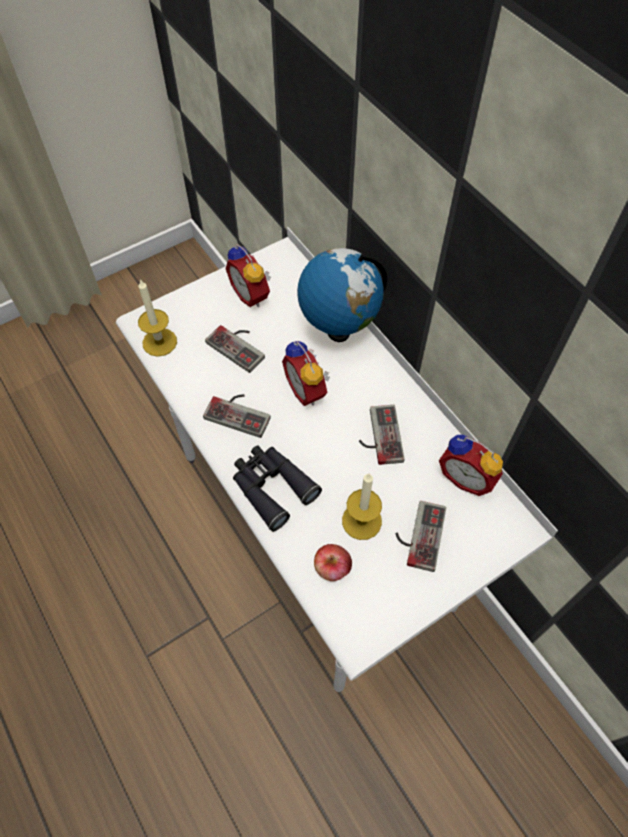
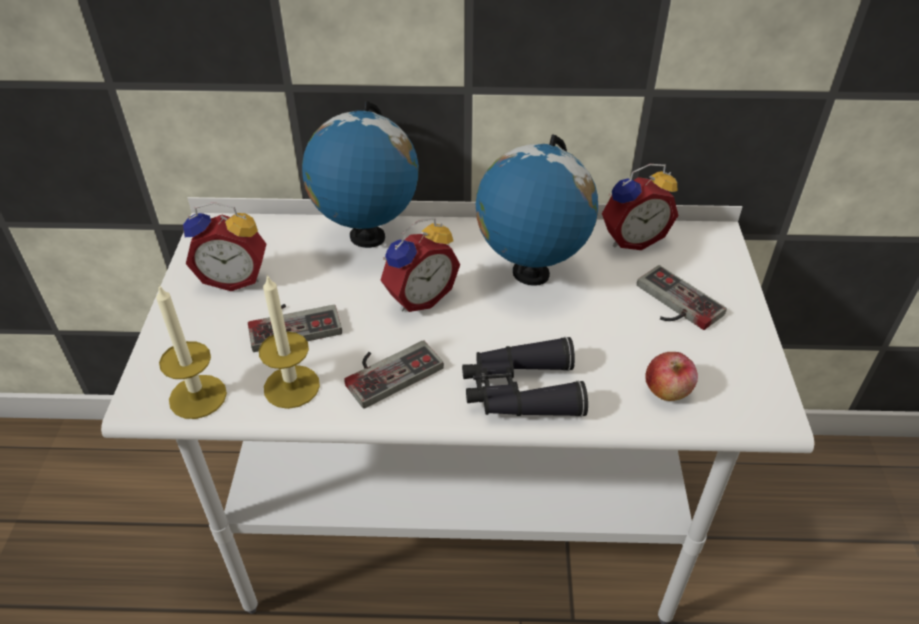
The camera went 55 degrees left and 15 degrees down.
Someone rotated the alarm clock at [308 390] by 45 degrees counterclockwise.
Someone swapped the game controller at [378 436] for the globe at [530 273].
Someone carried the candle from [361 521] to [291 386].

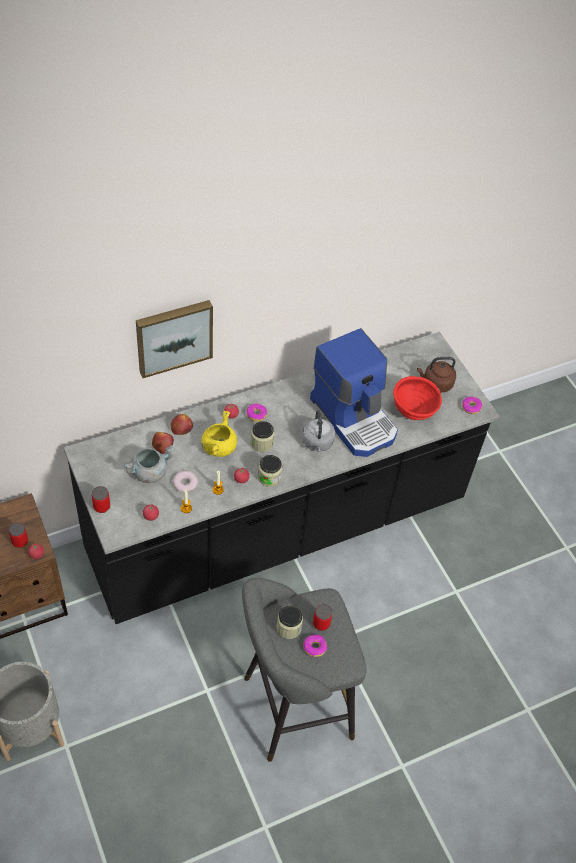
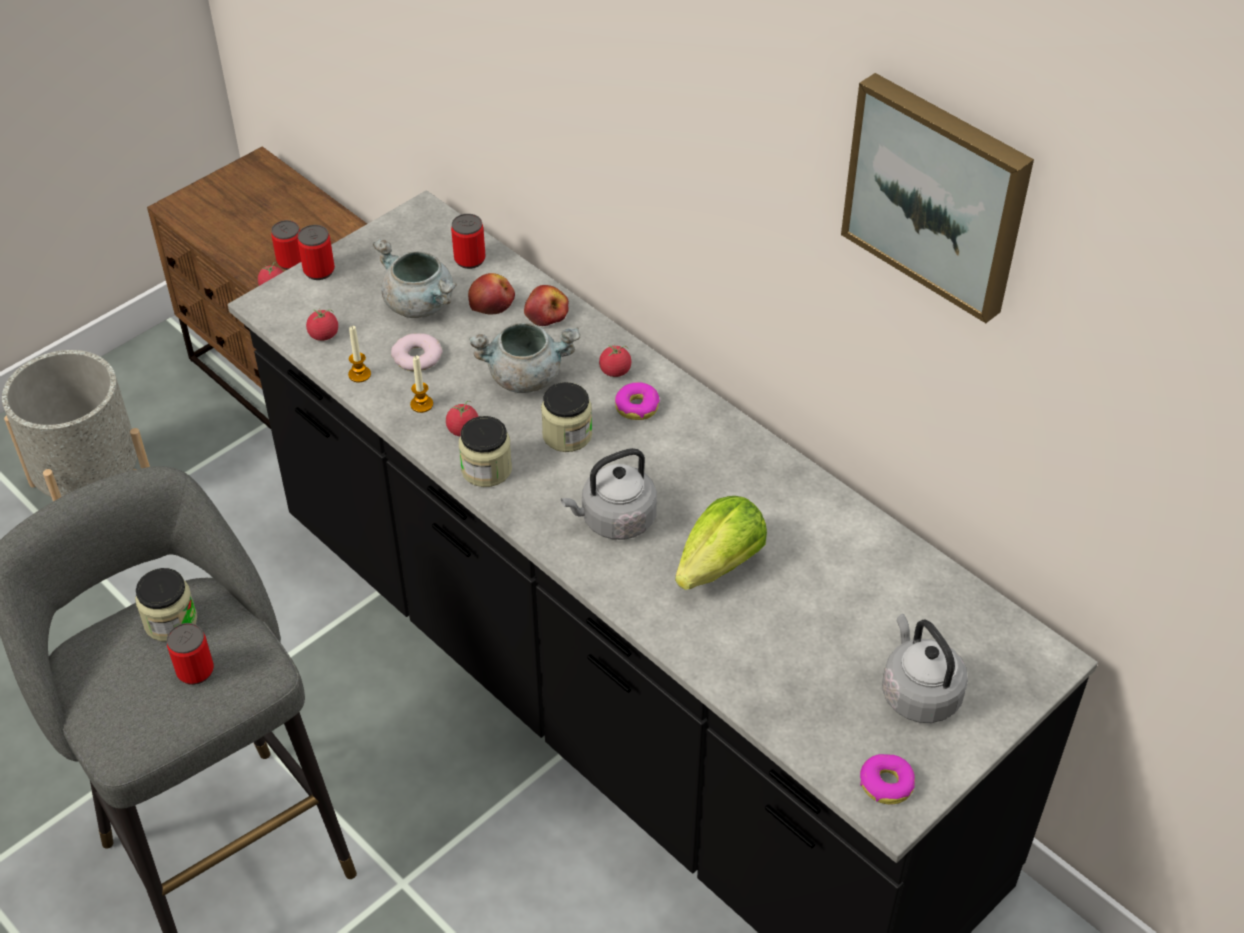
The camera went 75 degrees right and 5 degrees down.
Someone carried the picture from [173 336] to [938 194].
Someone swapped the coffee machine at [354 417] for the lettuce at [720 564].
Someone repainted the kettle (brown) at [436 383], which became the kettle (grey) at [918 692].
Someone took away the bowl (red) at [413 412].
Someone repainted the cooking pot (yellow) at [218 447], which became the cooking pot (grey) at [526 376].
Someone took away the donut at [314 647].
Someone put down the can at [470 259].

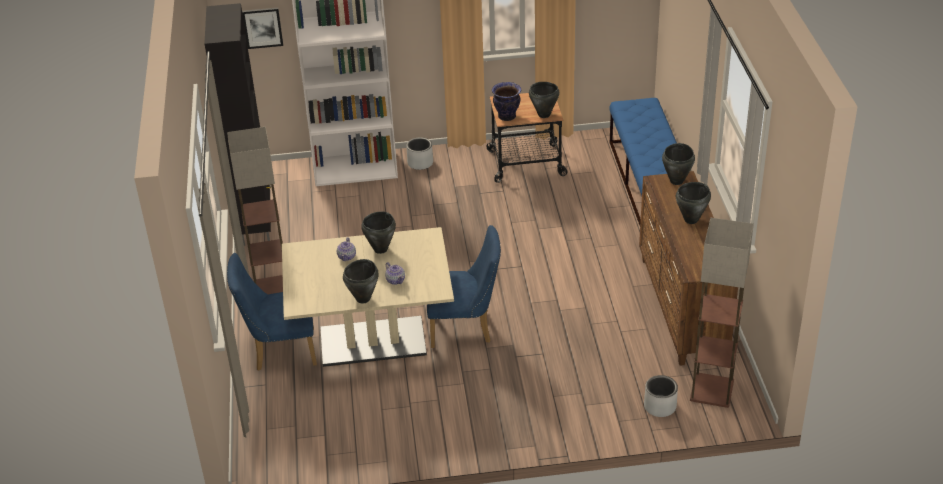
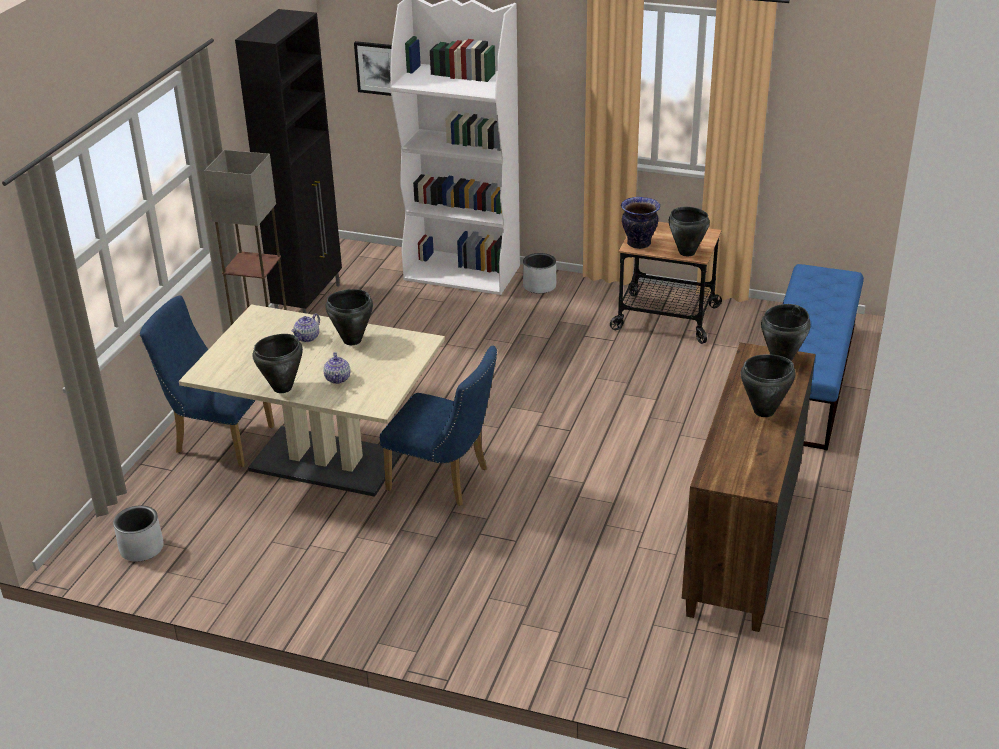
The camera went 25 degrees right and 5 degrees down.
Someone took away the floor lamp at [712 391].
Someone carried the planter (grey) from [659 406] to [141 548].

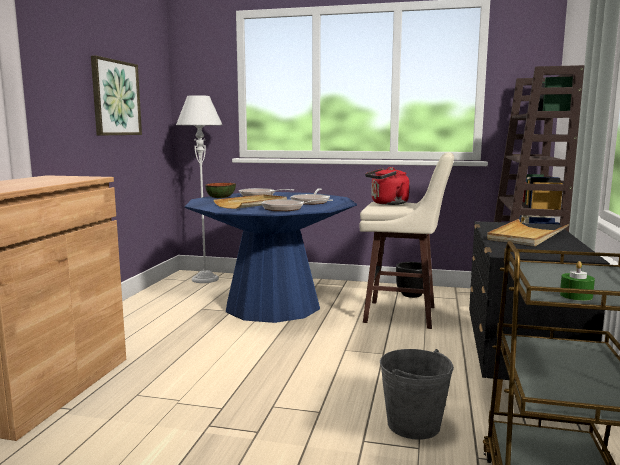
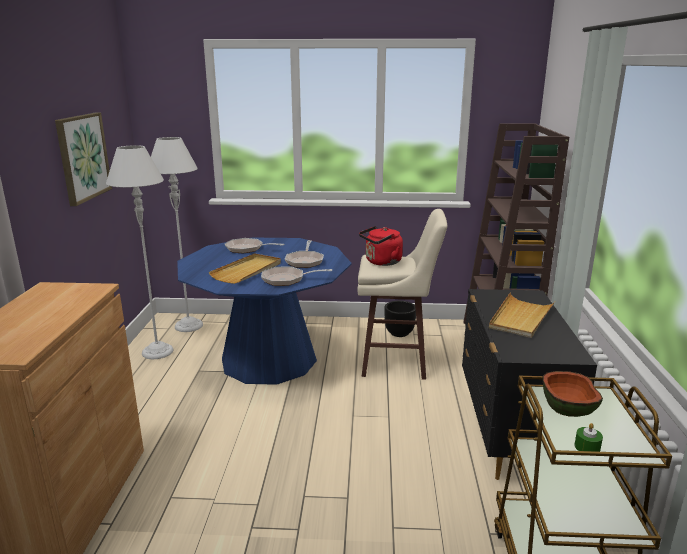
The camera went 10 degrees left and 10 degrees up.
Someone carried the bowl from [221 198] to [568 409].
Someone took away the bucket (grey) at [413 425].
Someone put down the floor lamp (grey) at [157 351].

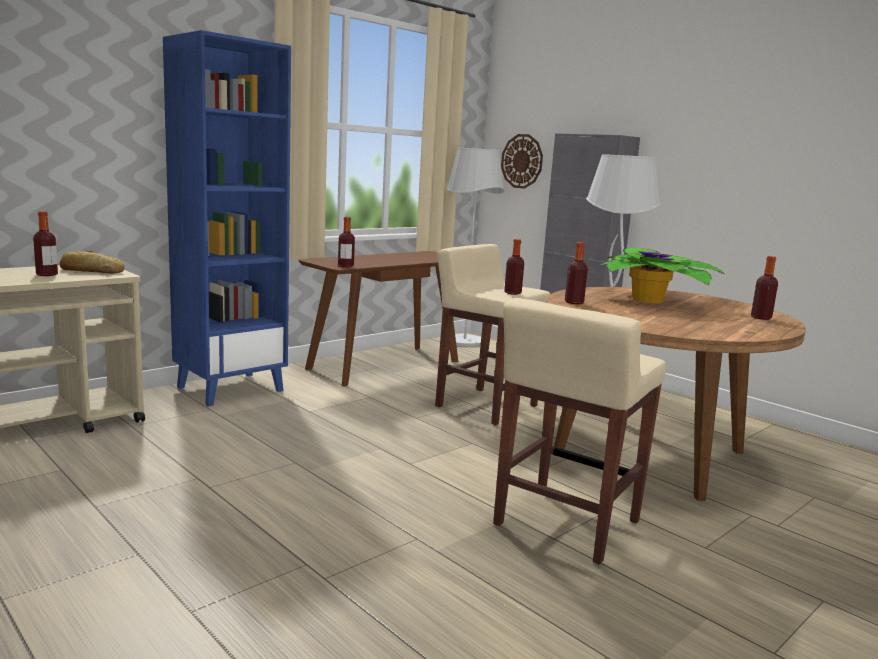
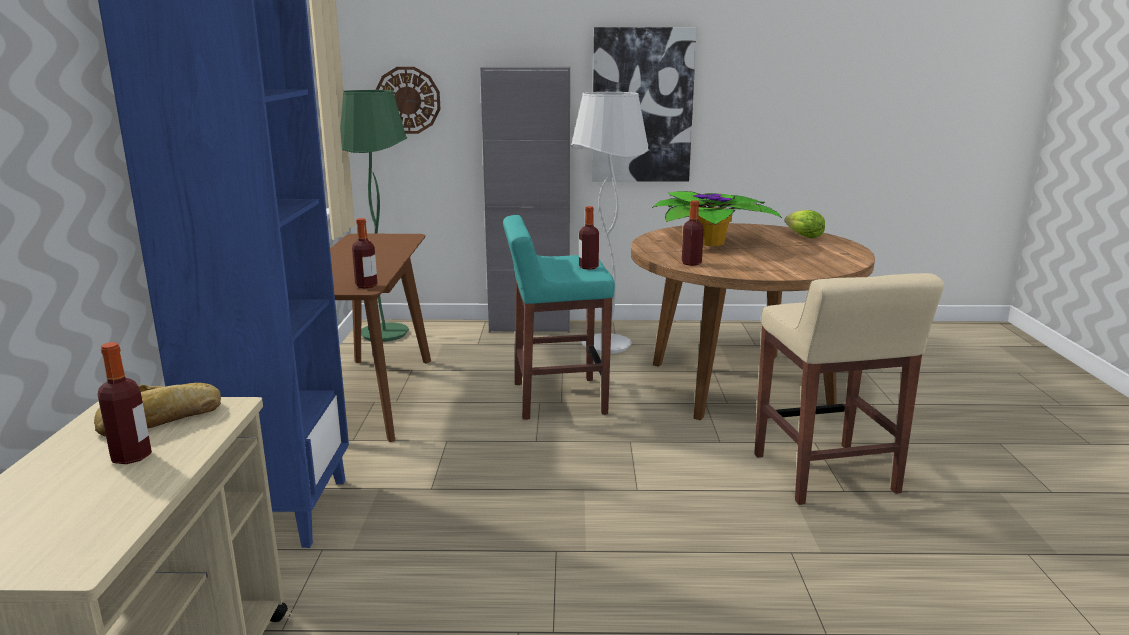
The camera went 45 degrees left and 5 degrees up.
Someone repainted the floor lamp (white) at [465 342], which became the floor lamp (green) at [384 334].
Someone repainted the stool (beige) at [485 406], which became the stool (turquoise) at [557 398].
Someone swapped the bottle at [761 318] for the lettuce at [804 236].
Someone put up the picture at [642 106].

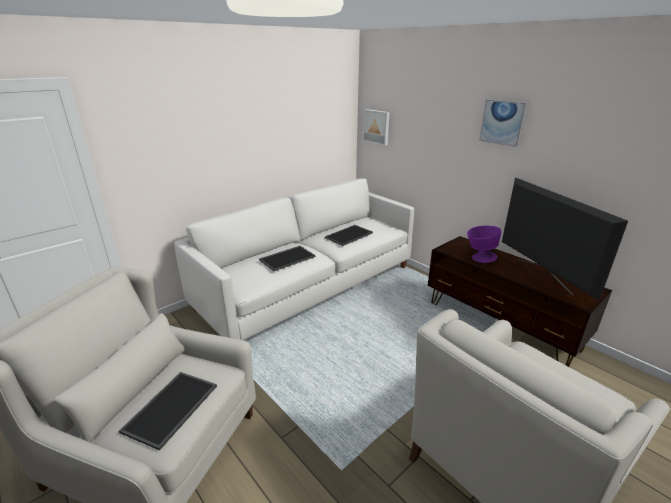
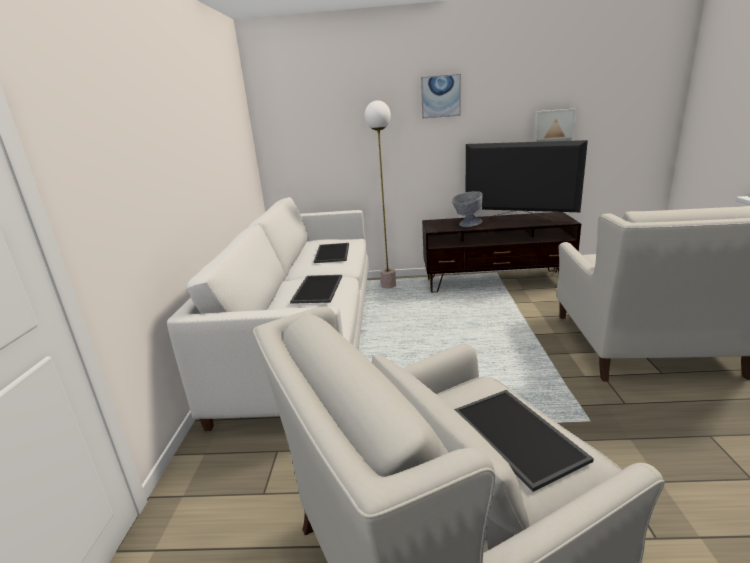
The camera went 45 degrees left and 5 degrees down.
Someone carried the picture from [376 126] to [553 129].
Someone repainted the bowl (purple) at [479 258], which became the bowl (grey) at [466 225].
Someone put down the floor lamp at [388 285].

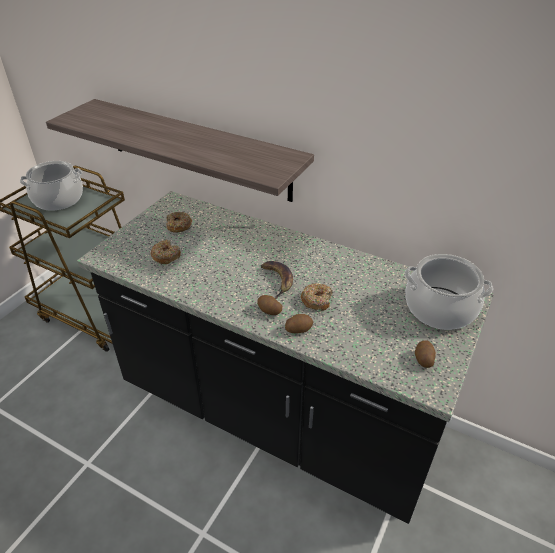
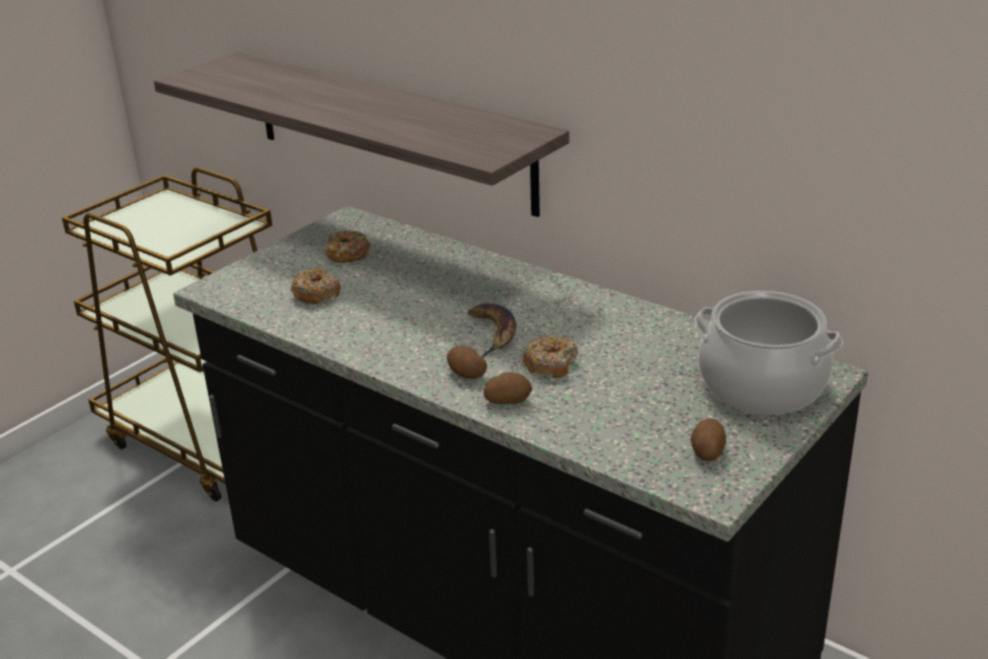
The camera went 10 degrees right and 10 degrees down.
Someone took away the cooking pot at [58 199].

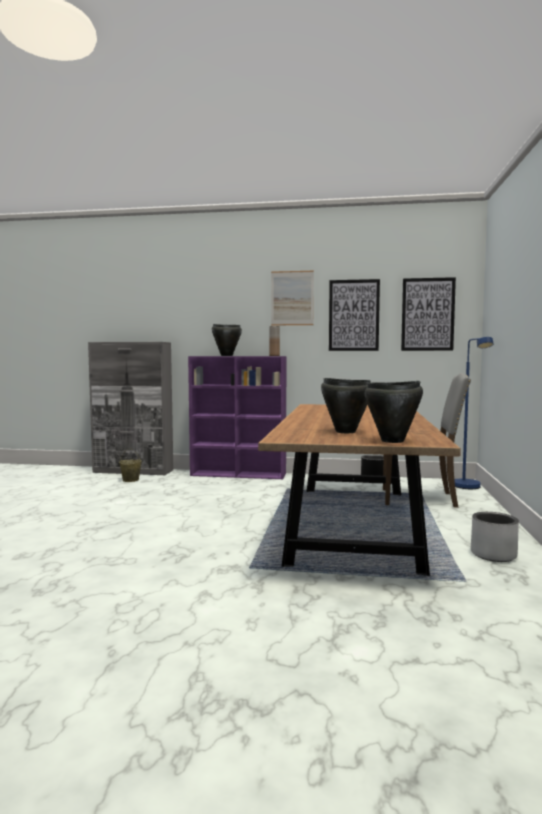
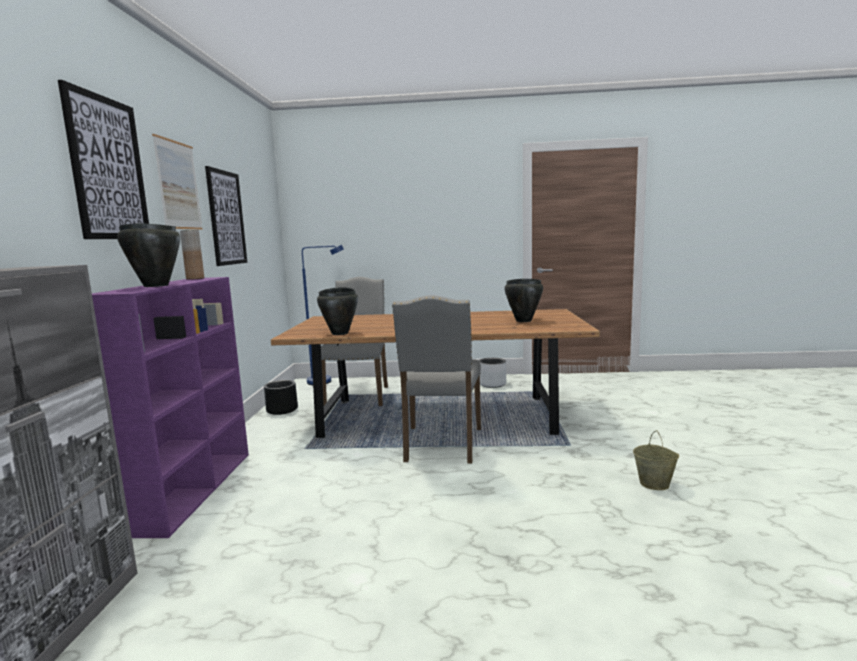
The camera went 95 degrees left and 5 degrees up.
Someone carried the picture from [427 314] to [108 169].
Someone carried the cooking pot (black) from [393 441] to [340 333].
Someone carried the bucket (beige) from [130 480] to [655 484].
Someone put down the chair (grey) at [441 445].

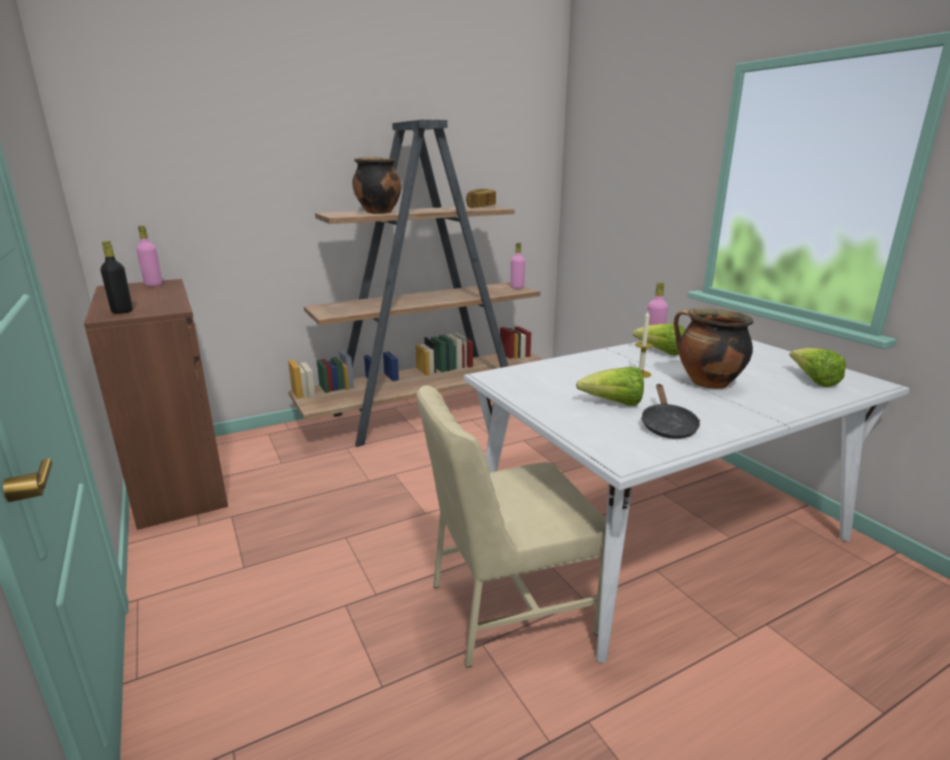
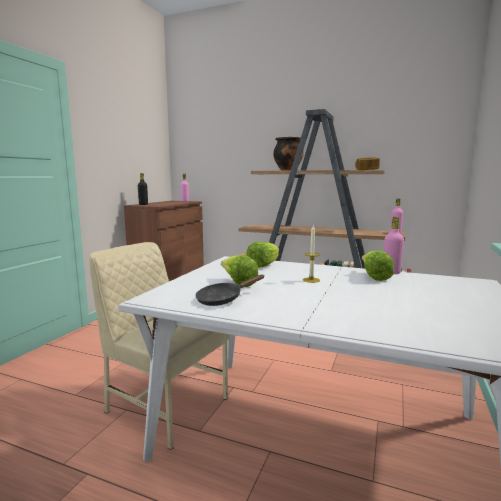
The camera went 50 degrees right and 10 degrees down.
Someone took away the cooking pot at [706 383].
Someone carried the lettuce from [813 381] to [263 265].

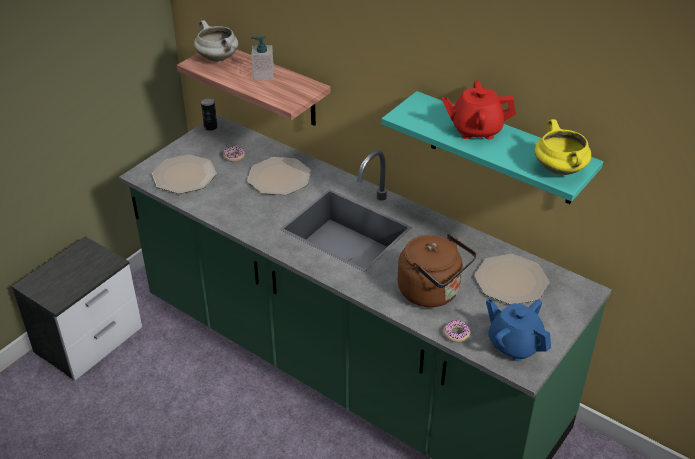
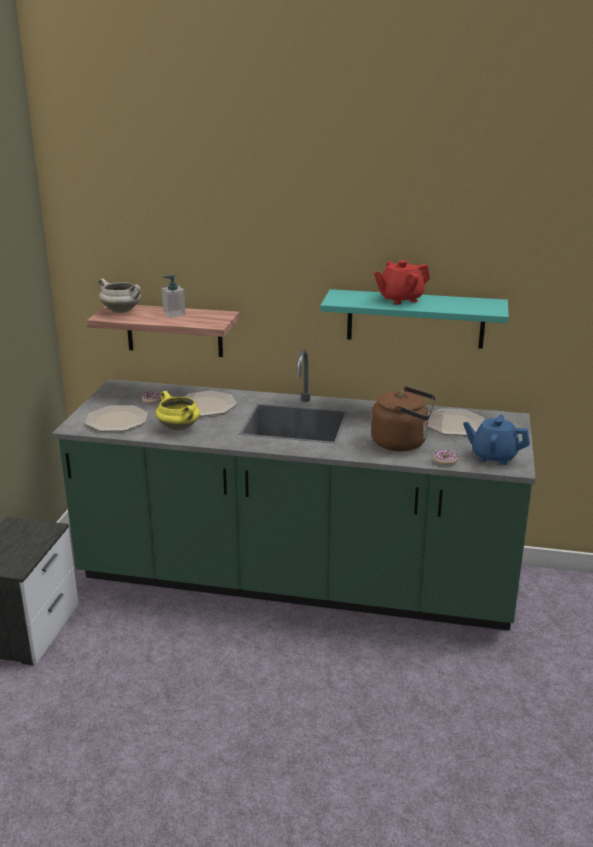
The camera went 25 degrees left and 15 degrees down.
Someone took away the can at [210 127].
Someone carried the cooking pot (yellow) from [560 170] to [179 428].

